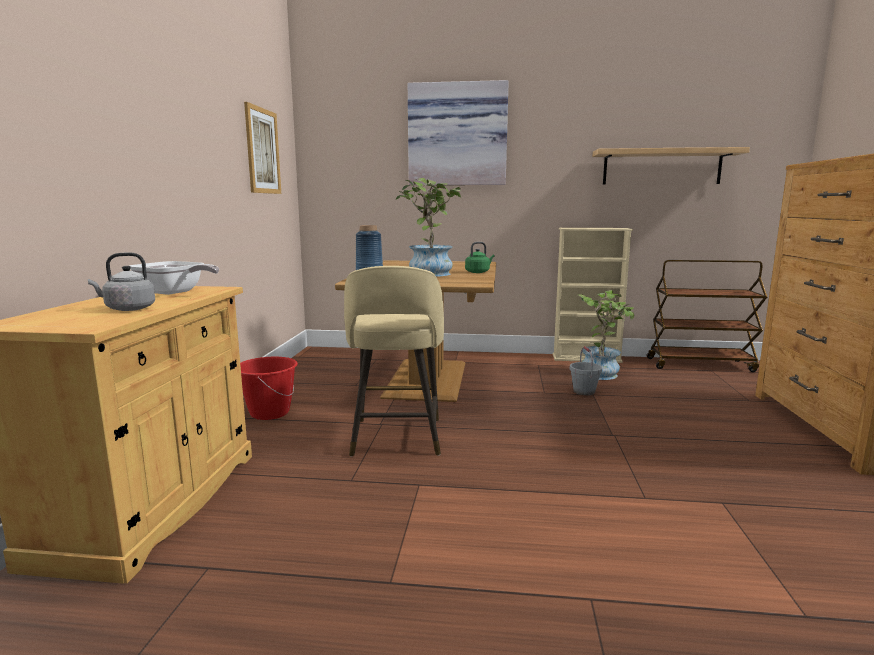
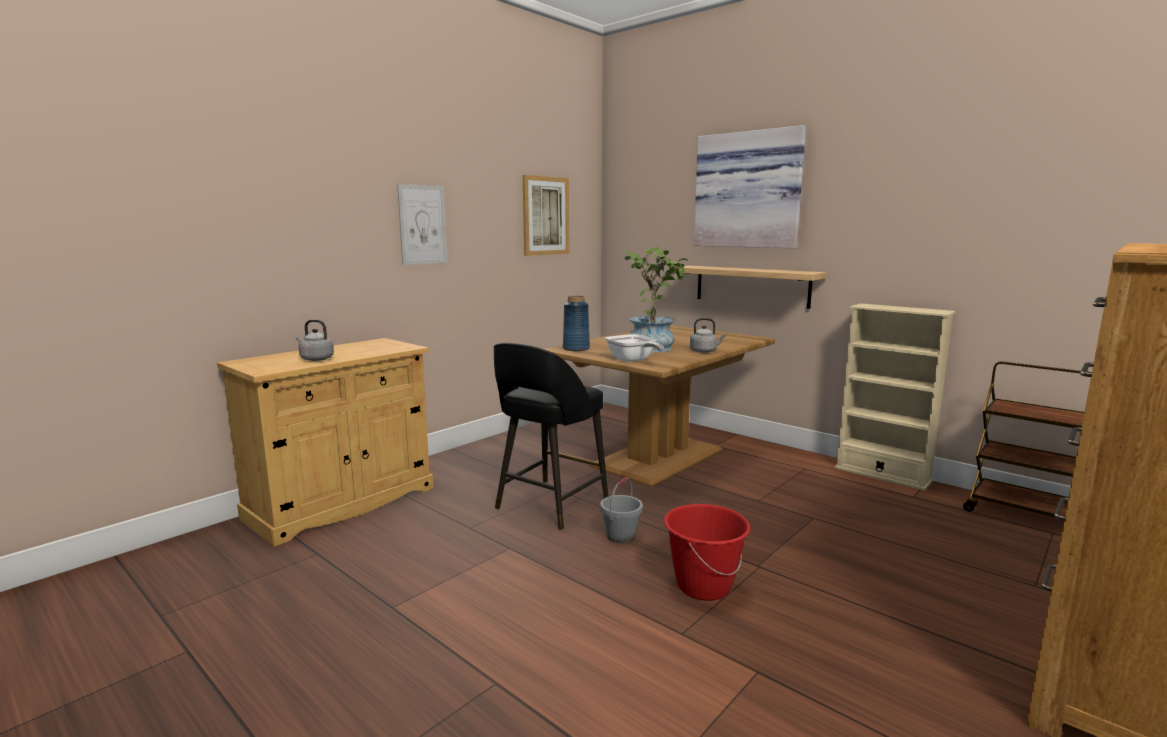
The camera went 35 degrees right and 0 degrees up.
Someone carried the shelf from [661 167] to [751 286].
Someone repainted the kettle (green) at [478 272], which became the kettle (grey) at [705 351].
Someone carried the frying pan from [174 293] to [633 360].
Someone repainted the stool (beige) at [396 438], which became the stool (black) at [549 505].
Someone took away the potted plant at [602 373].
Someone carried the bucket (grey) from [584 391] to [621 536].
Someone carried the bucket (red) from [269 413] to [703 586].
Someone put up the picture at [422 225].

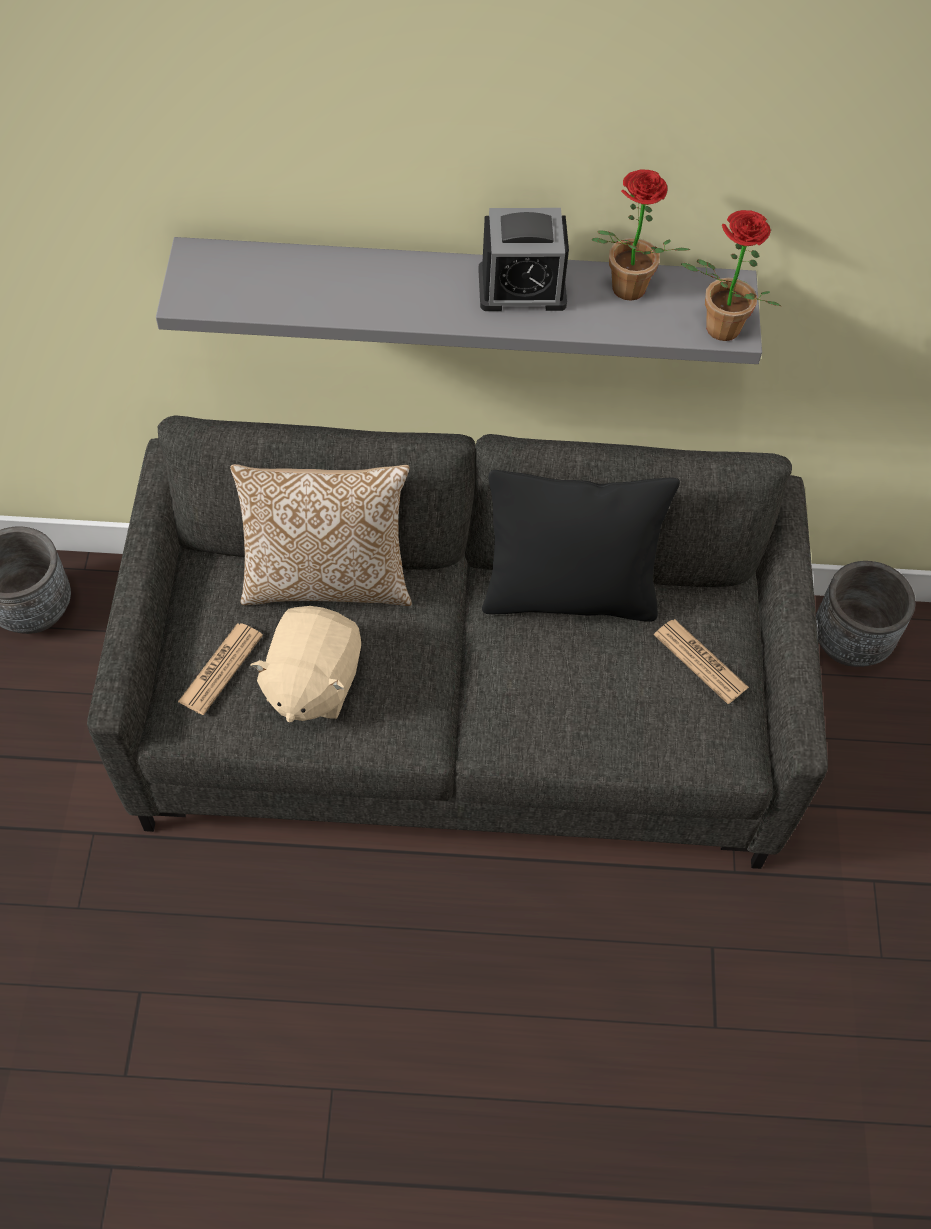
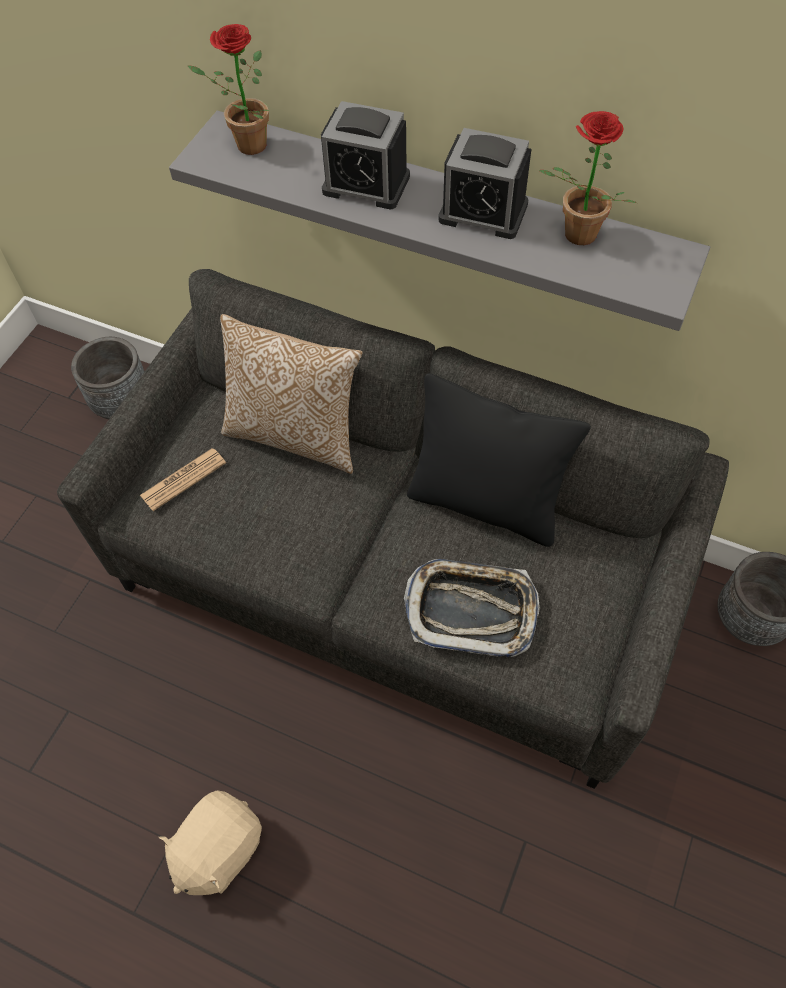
The camera went 25 degrees right and 0 degrees up.
Someone carried the potted plant from [716 331] to [245 146].
Someone carried the plush toy (beige) from [311 682] to [218 849].
Someone took away the newspaper at [700 661].
Someone put down the alarm clock at [366 184].
Someone put down the tray at [471 610].

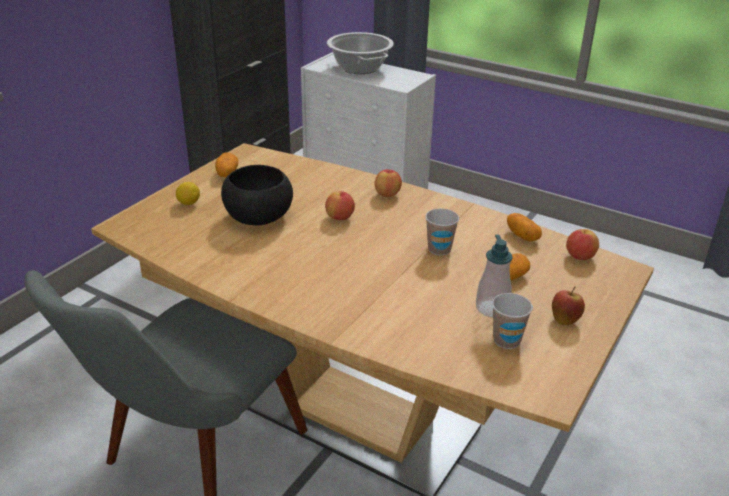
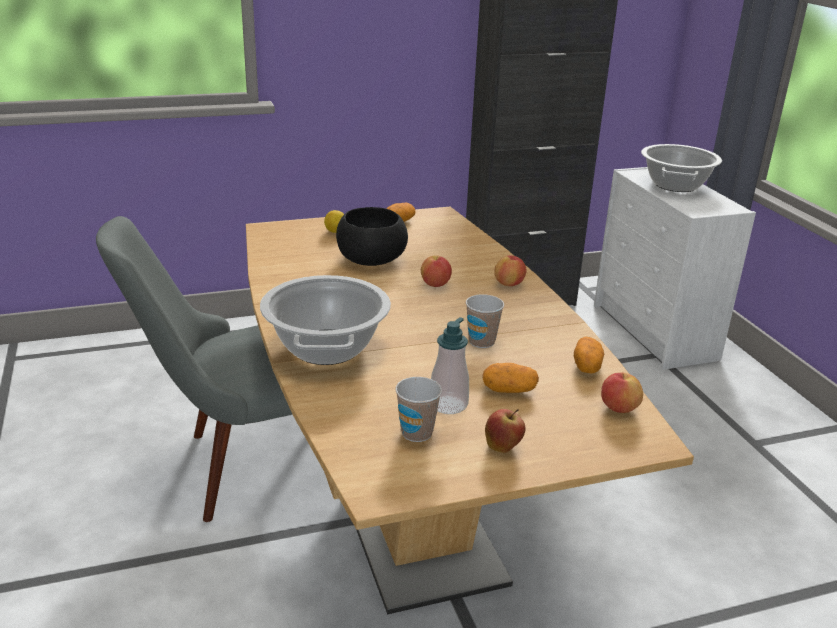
The camera went 40 degrees right and 5 degrees down.
Someone put down the cooking pot at [326 347].

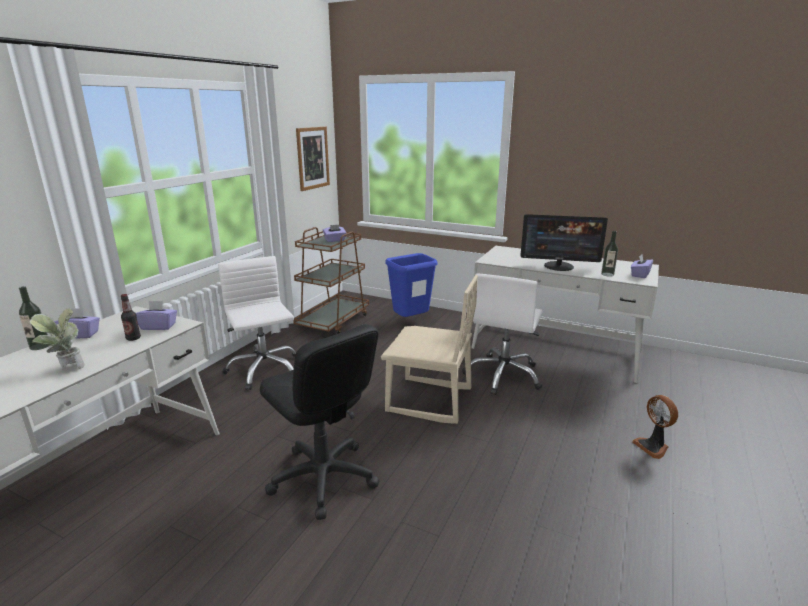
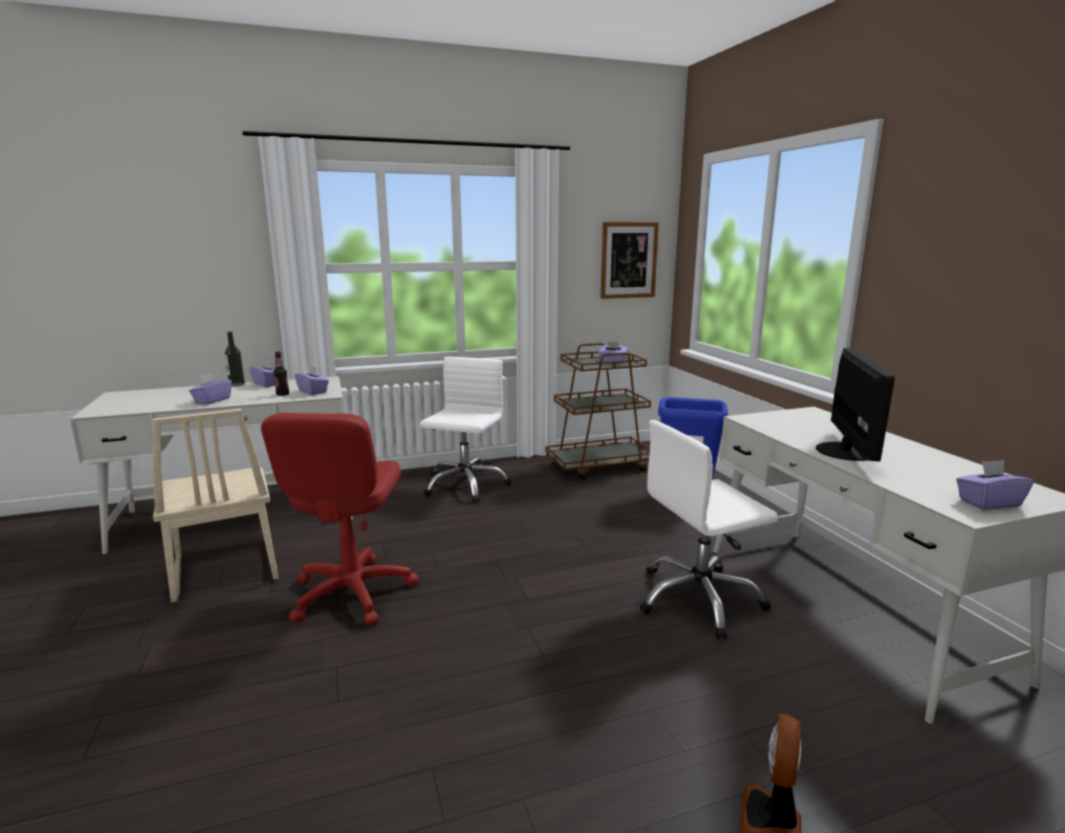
The camera went 45 degrees right and 5 degrees down.
Someone rotated the monitor at [559 266] by 135 degrees counterclockwise.
Someone took away the bottle at [607 274].
Someone carried the chair (beige) from [429 401] to [224 569].
Someone swapped the potted plant at [67 369] for the tissue box (purple) at [212 400].
Someone repainted the office chair (black) at [323 478], which became the office chair (red) at [351 593].

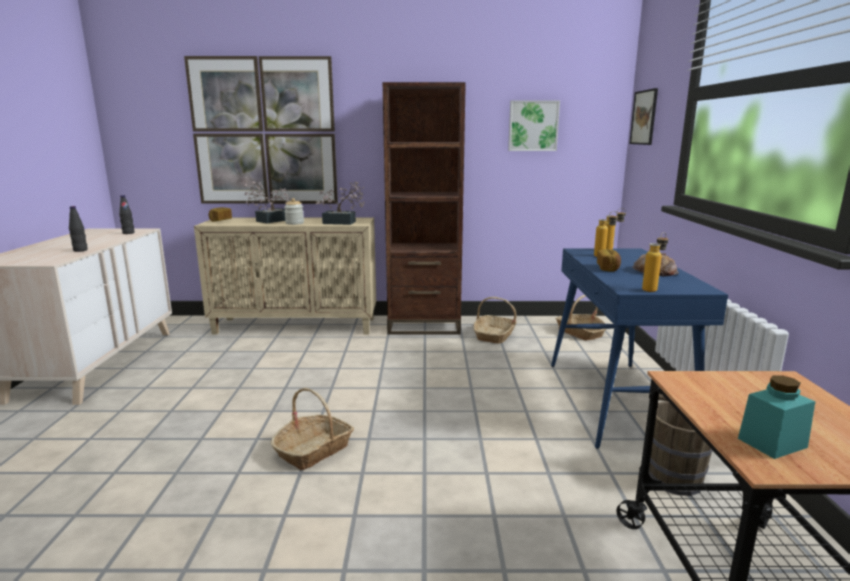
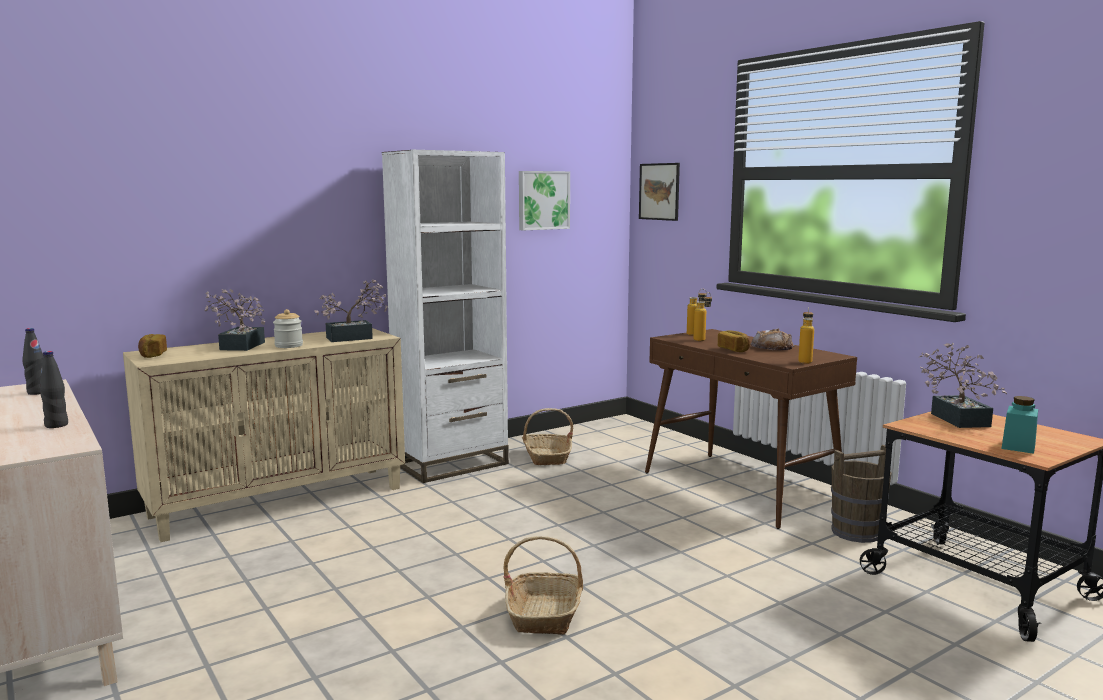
The camera went 35 degrees left and 5 degrees down.
Someone took away the picture at [264 132].
Someone repainted the bookcase (brown) at [424 325], which became the bookcase (white) at [451 464].
Someone repainted the console table (blue) at [617 401], which became the console table (brown) at [741 488].
Someone took away the basket at [580 333].
Someone put down the potted plant at [957 418].

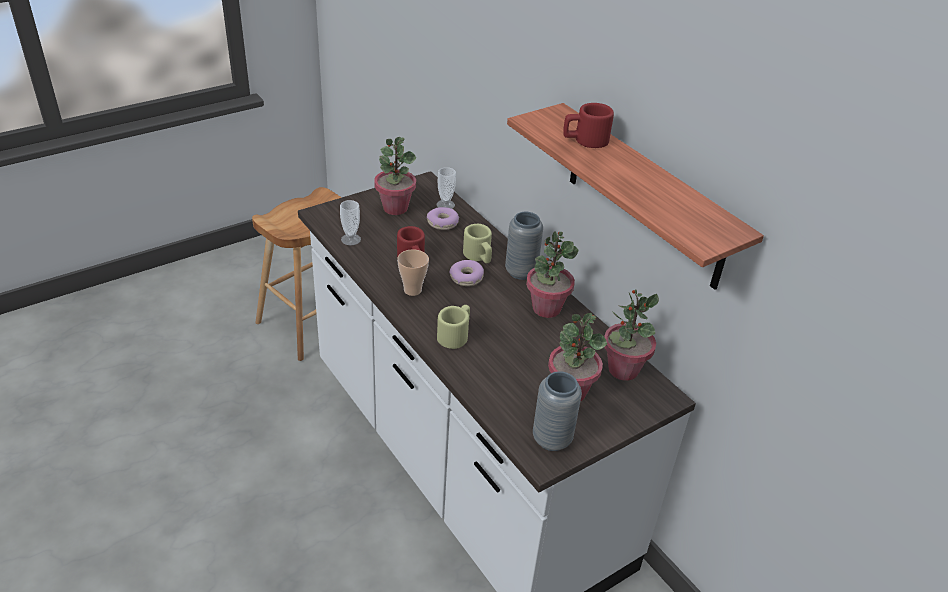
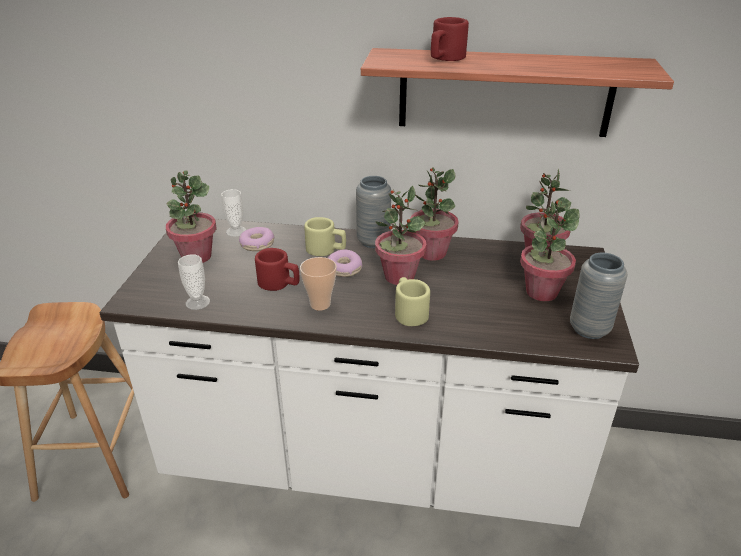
The camera went 45 degrees left and 5 degrees down.
Someone put down the potted plant at [399 276].

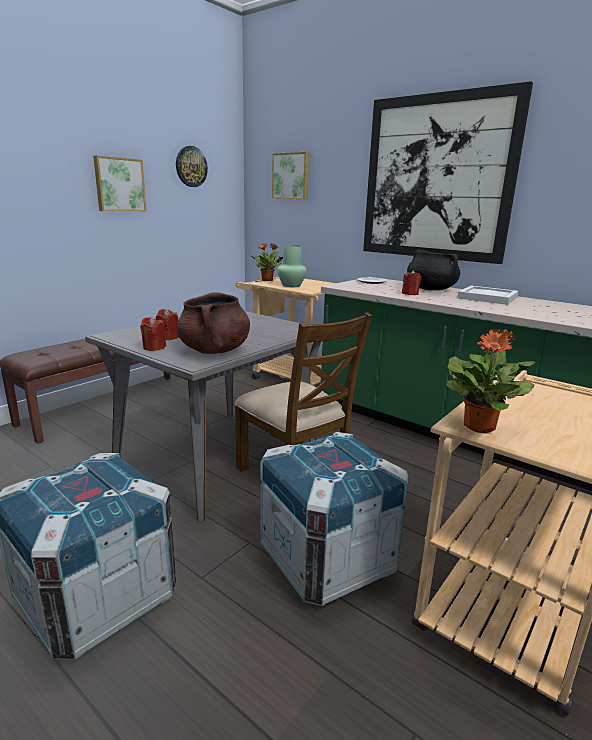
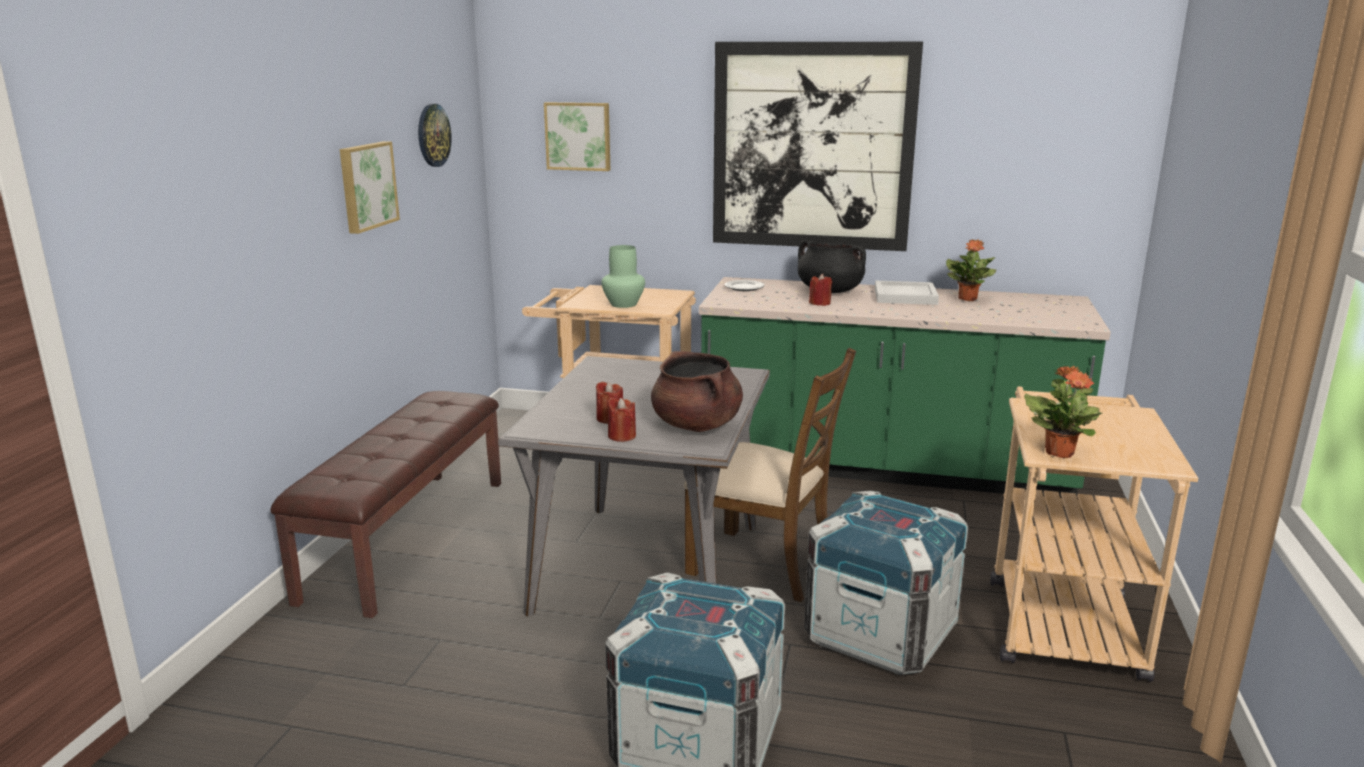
The camera went 25 degrees left and 0 degrees up.
Someone carried the potted plant from [267 280] to [967 299].

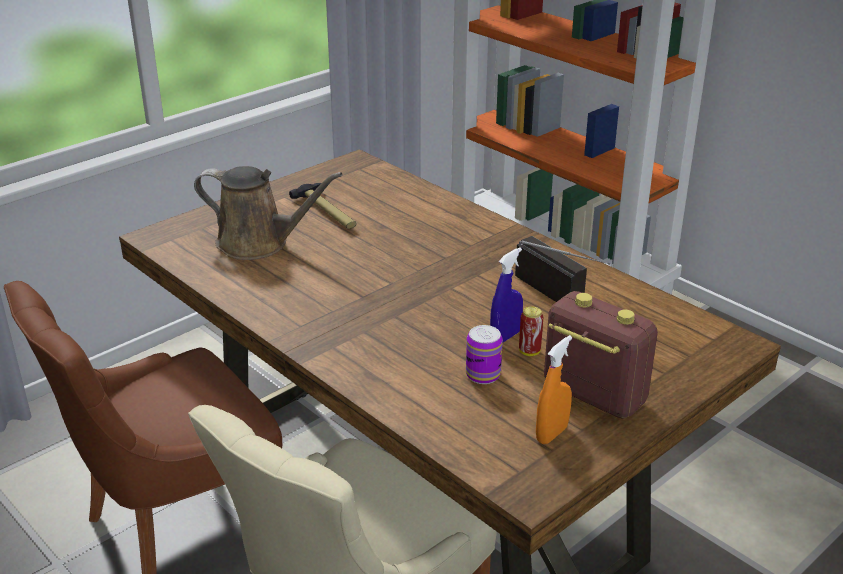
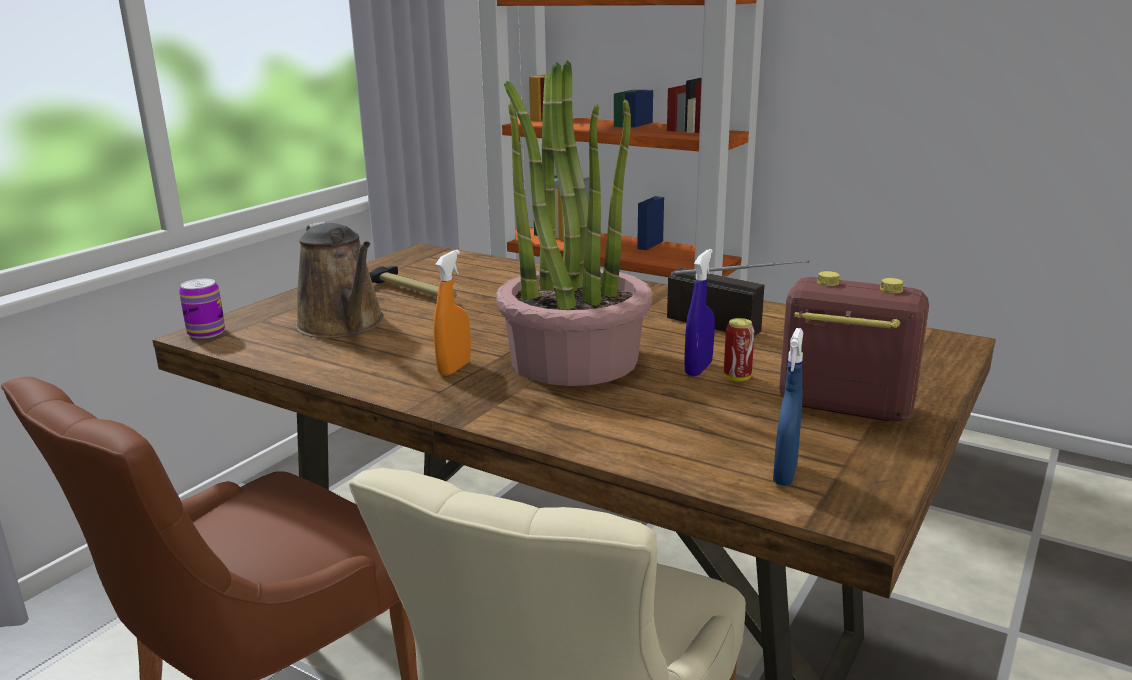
The camera went 15 degrees left and 10 degrees down.
Someone rotated the watering can (brown) at [259 243] by 60 degrees clockwise.
Someone carried the can from [483 375] to [206 332].
Someone carried the spray bottle (orange) from [551 434] to [454 368].
Someone put down the potted plant at [573 359].
Someone put down the spray bottle (blue) at [785 474].

